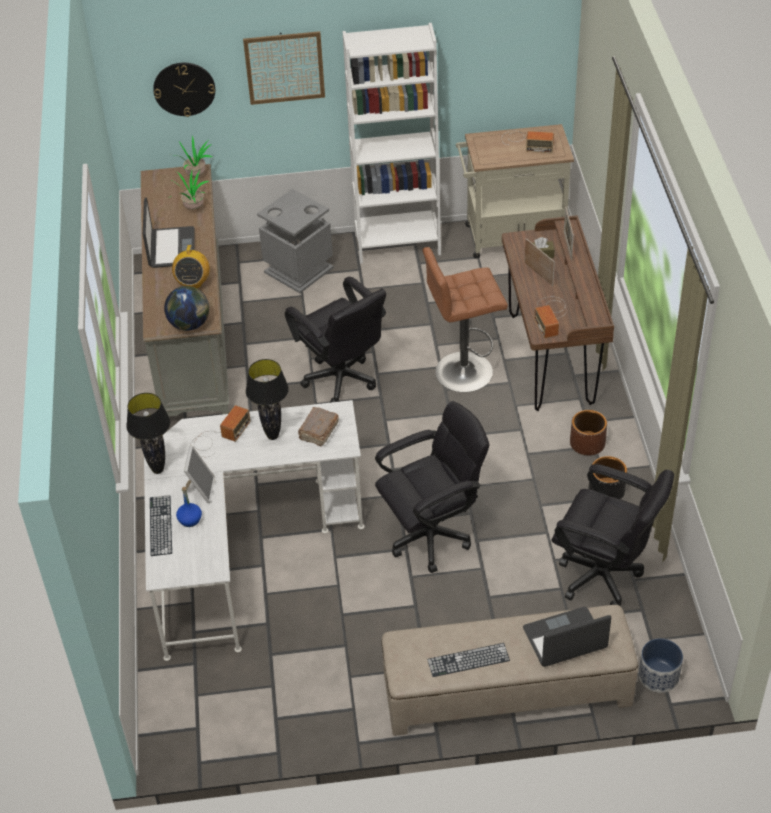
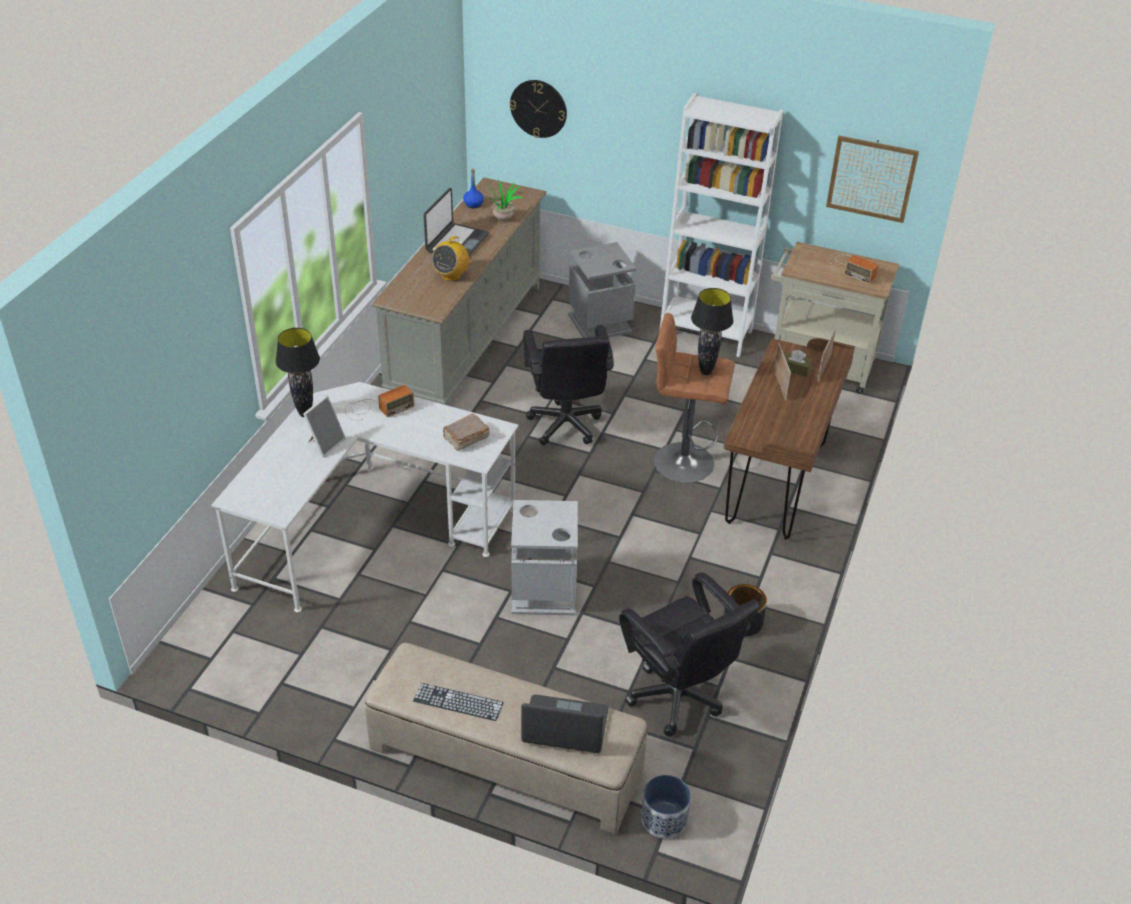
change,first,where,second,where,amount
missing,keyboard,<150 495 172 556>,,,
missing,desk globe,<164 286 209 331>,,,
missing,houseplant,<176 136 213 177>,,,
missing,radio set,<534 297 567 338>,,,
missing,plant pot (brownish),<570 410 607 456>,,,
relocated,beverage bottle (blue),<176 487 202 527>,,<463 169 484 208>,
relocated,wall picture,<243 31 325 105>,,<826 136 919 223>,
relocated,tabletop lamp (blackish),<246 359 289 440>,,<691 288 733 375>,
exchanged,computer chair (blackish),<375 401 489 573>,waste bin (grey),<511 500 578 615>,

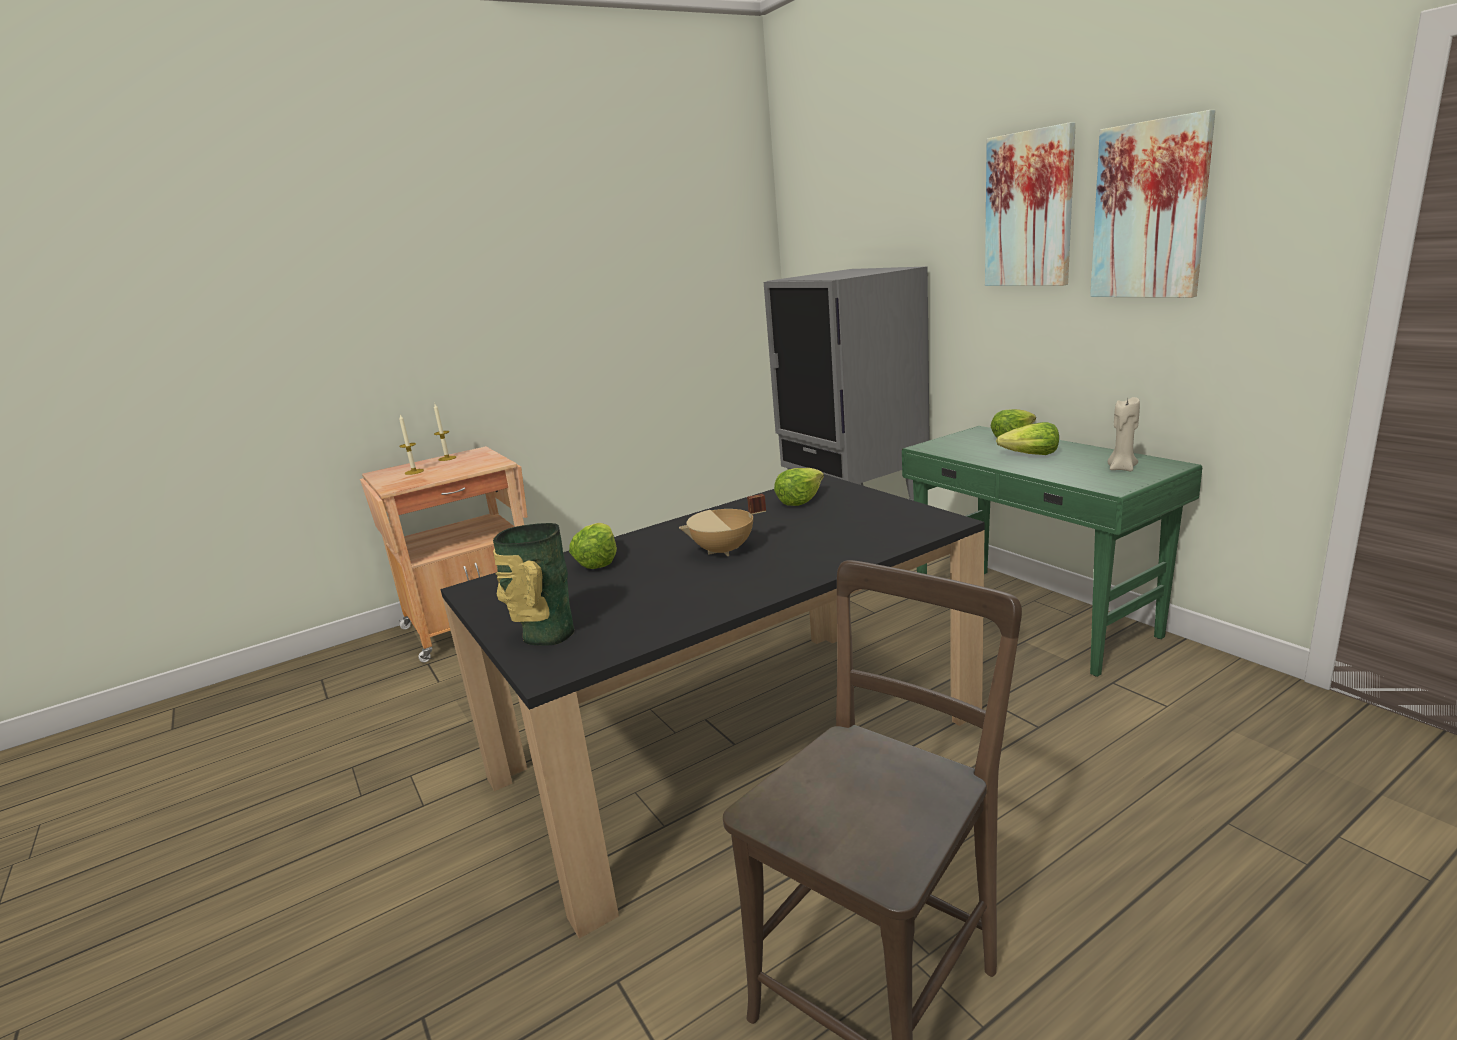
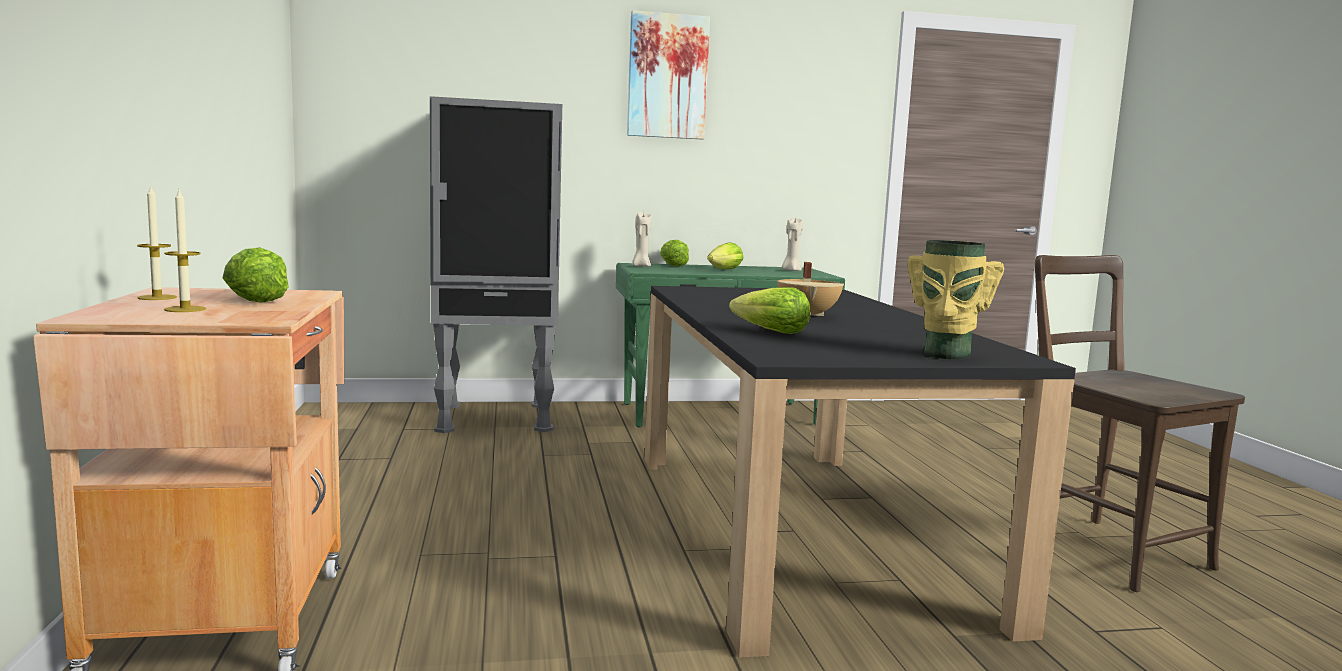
change,first,where,second,where,amount
missing,wall picture,<1090 110 1216 298>,,,
appeared,,,wax light (beige-coloured),<632 212 652 267>,
relocated,lettuce,<774 468 824 506>,,<223 247 289 303>,

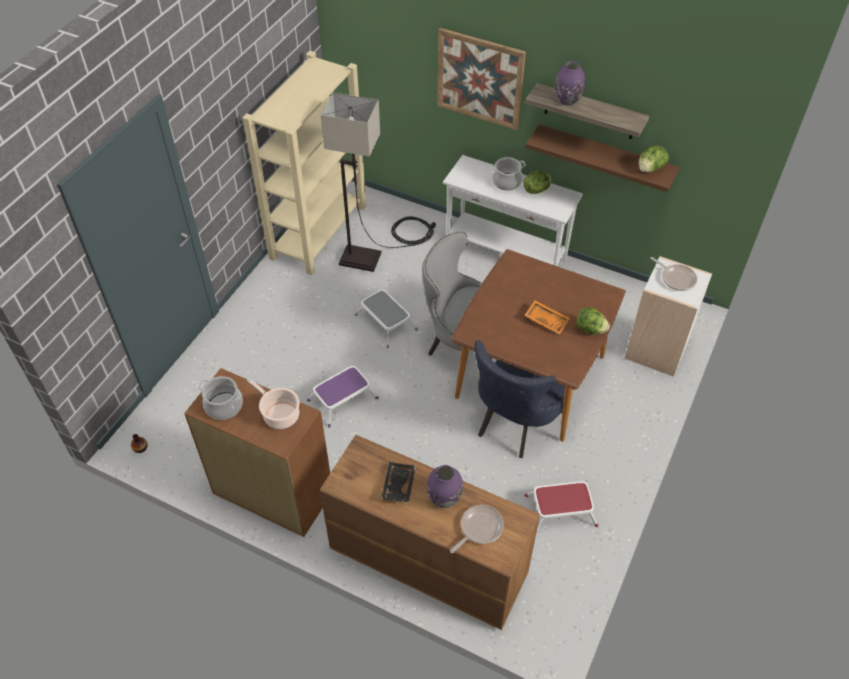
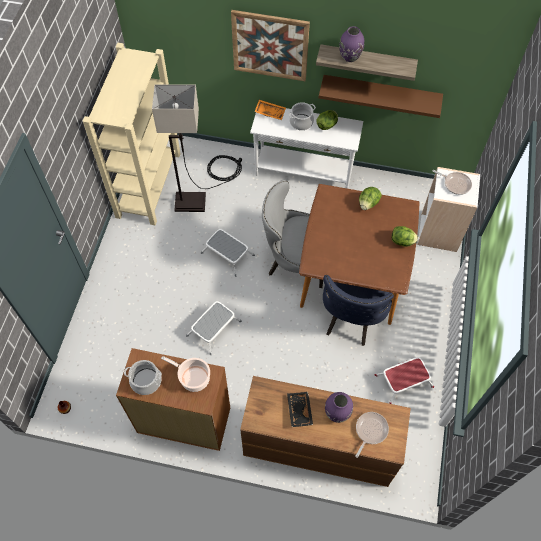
change,first,where,second,where,amount
relocated,serving tray (orangey),<524 300 570 334>,,<255 100 286 120>,
relocated,lettuce,<639 146 669 173>,,<359 187 382 210>,
colour,step stool (purple),<307 366 379 428>,step stool (grey),<186 301 242 355>,

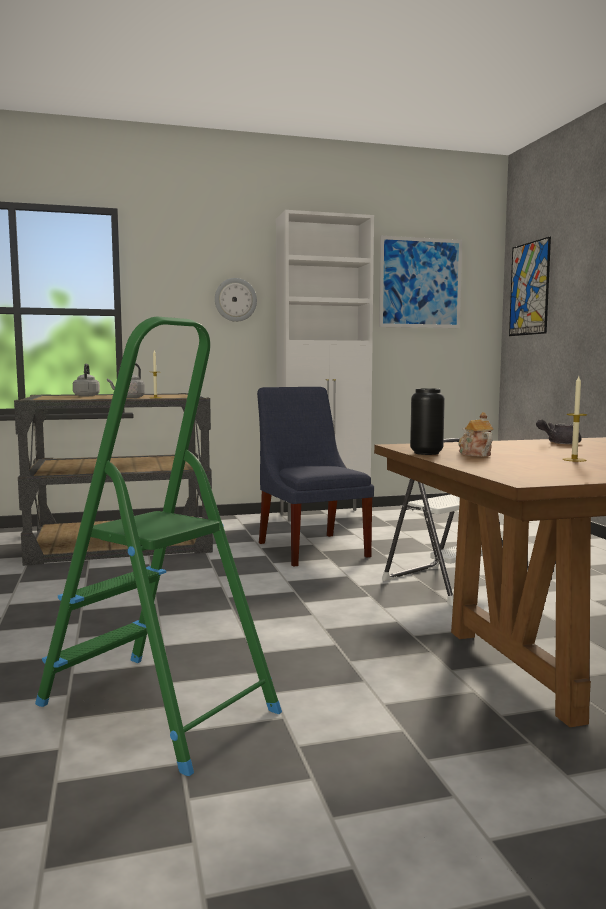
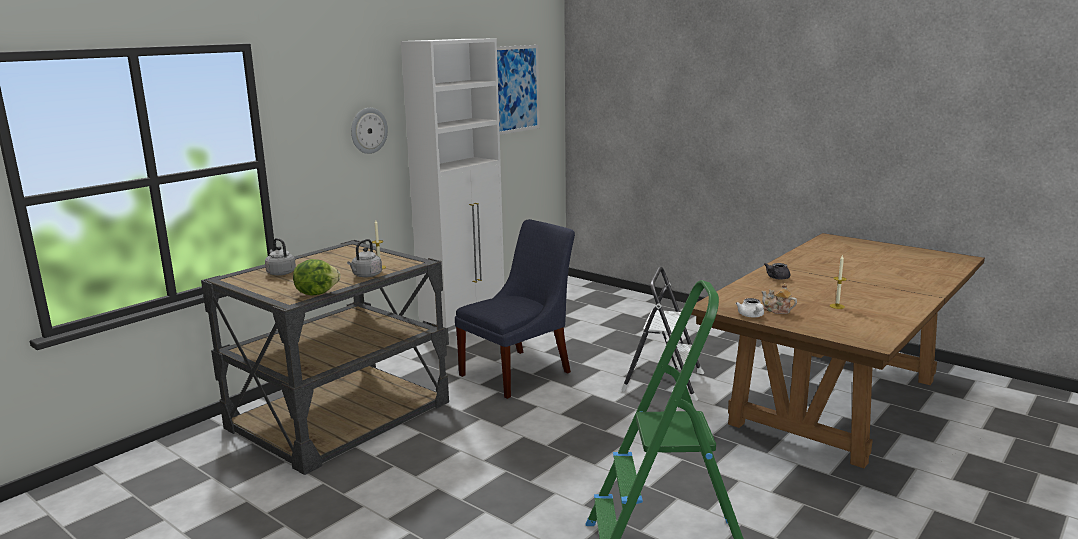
change,first,where,second,where,amount
missing,wall picture,<509 237 551 336>,,,
appeared,,,lettuce,<293 259 341 295>,
exchanged,decorative vase (blackish),<410 388 445 455>,pot for tea (white-coloured),<736 298 764 317>,
spun,chair (blue),<257 387 374 567>,,<455 219 575 399>,105 degrees clockwise

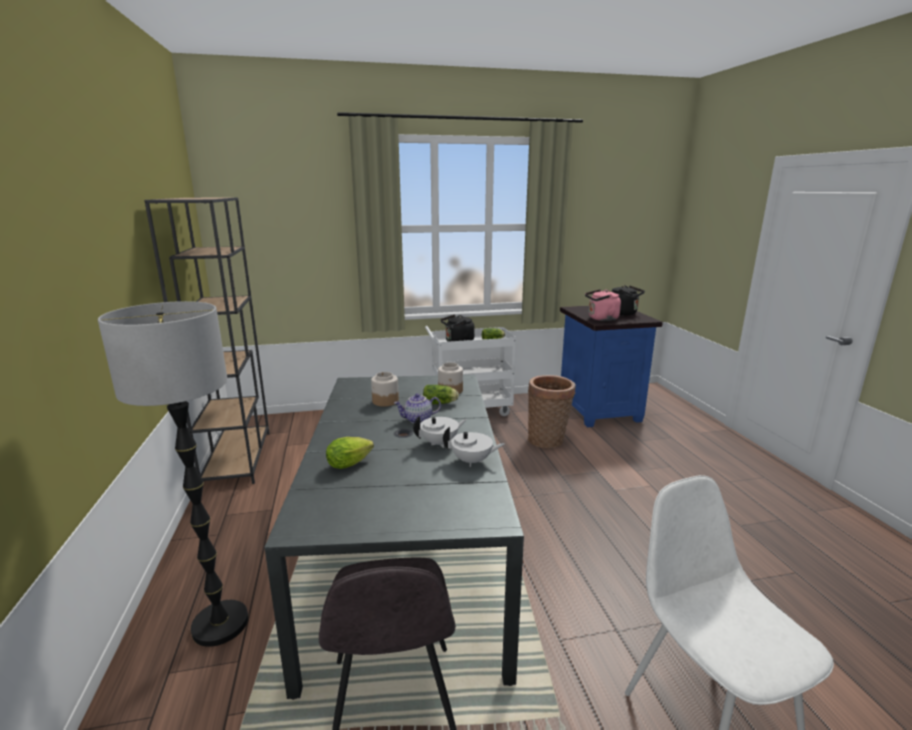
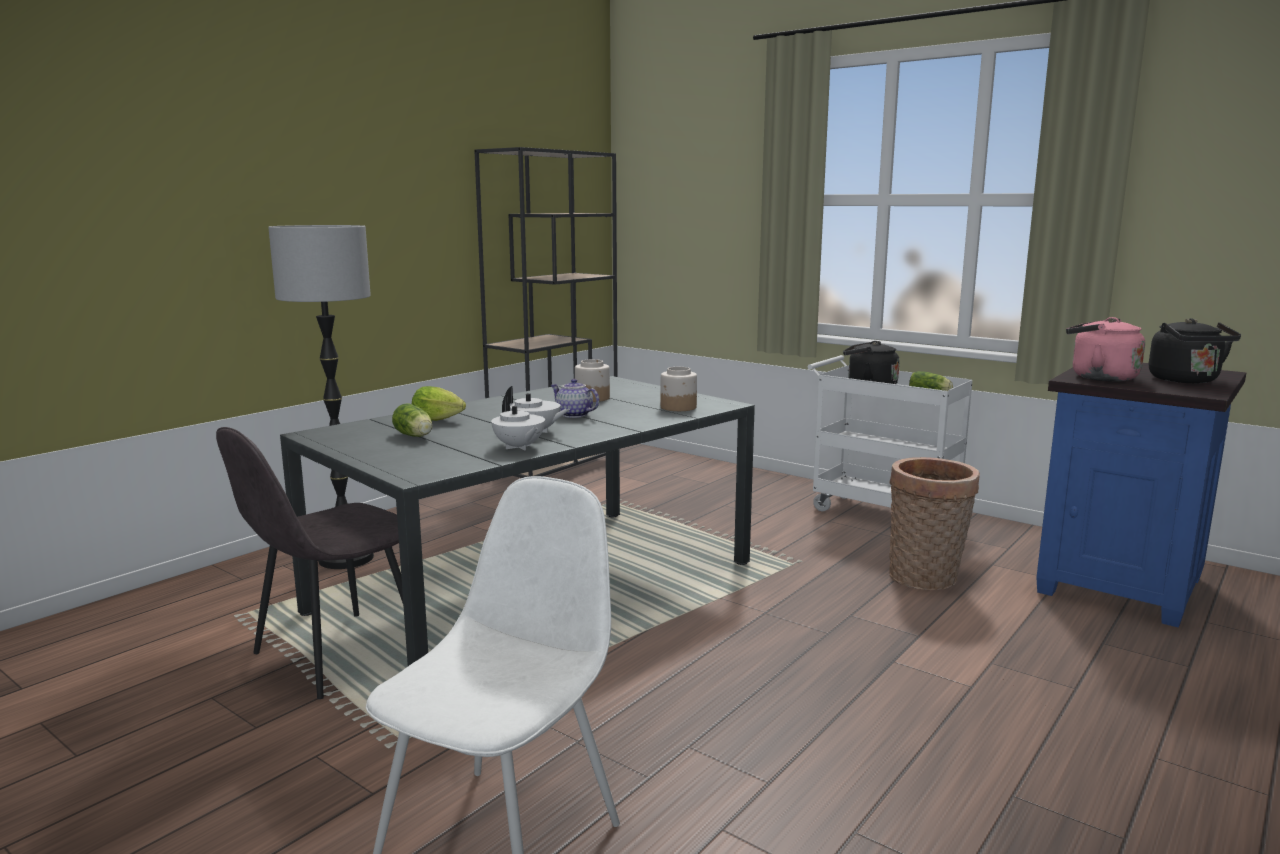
change,first,where,second,where,amount
relocated,lettuce,<423 385 459 404>,,<392 403 432 437>,

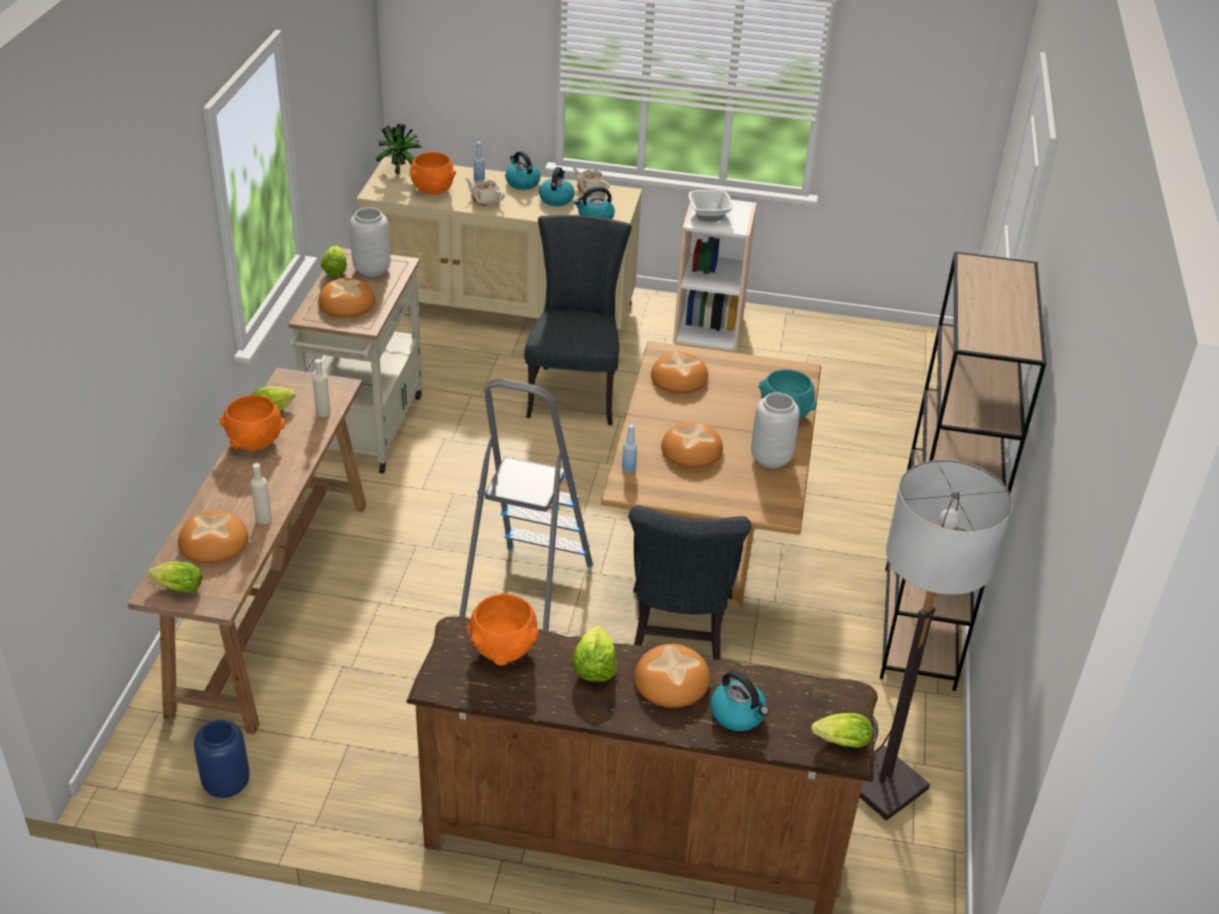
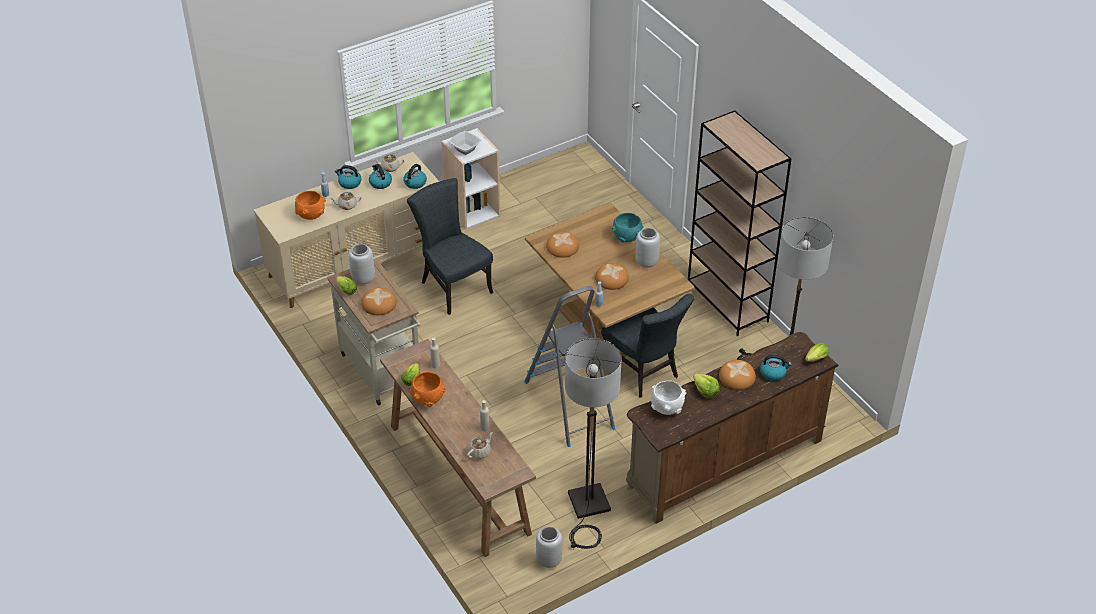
change,first,where,second,where,amount
missing,lettuce,<148 562 202 593>,,,
missing,houseplant,<375 124 422 174>,,,
appeared,,,standing lamp,<565 338 622 549>,
exchanged,bread,<178 511 249 563>,pot for tea (beige-coloured),<467 432 493 459>,
colour,decorative vase (blue),<194 720 250 798>,decorative vase (grey),<536 526 562 568>,
colour,deep dish (orangey),<468 593 539 665>,deep dish (white-coloured),<651 381 687 415>,

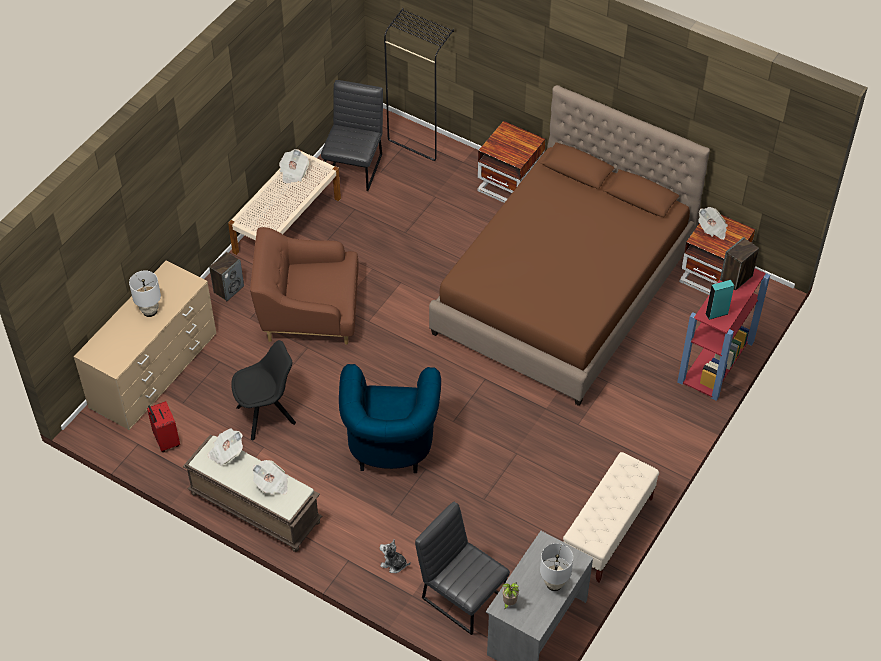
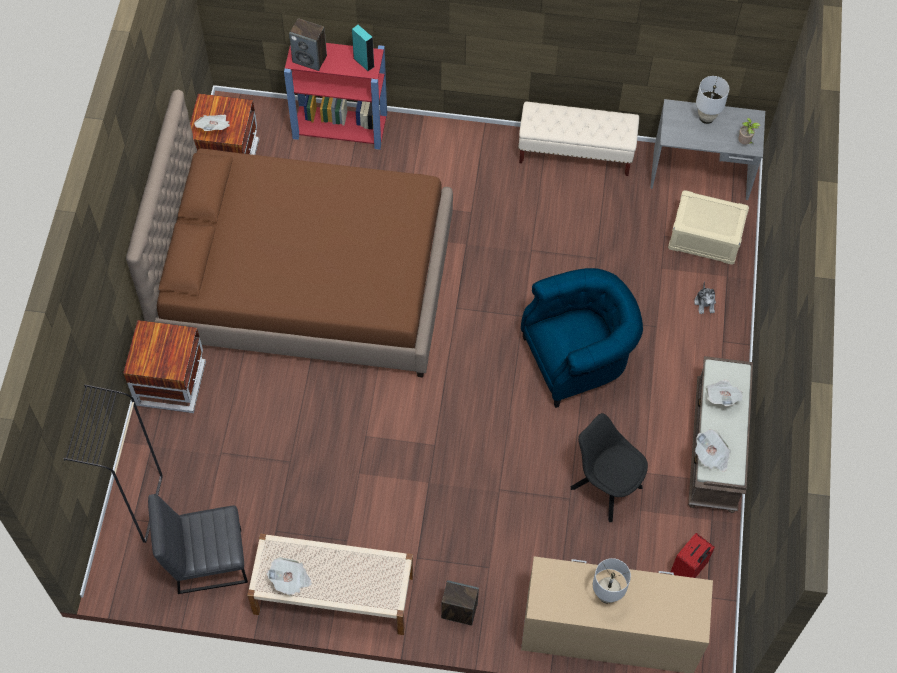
change,first,where,second,where,amount
missing,easy chair (brownish),<250 227 359 345>,,,
exchanged,chair (grey),<415 502 510 635>,storage box (beige-coloured),<668 190 749 265>,

